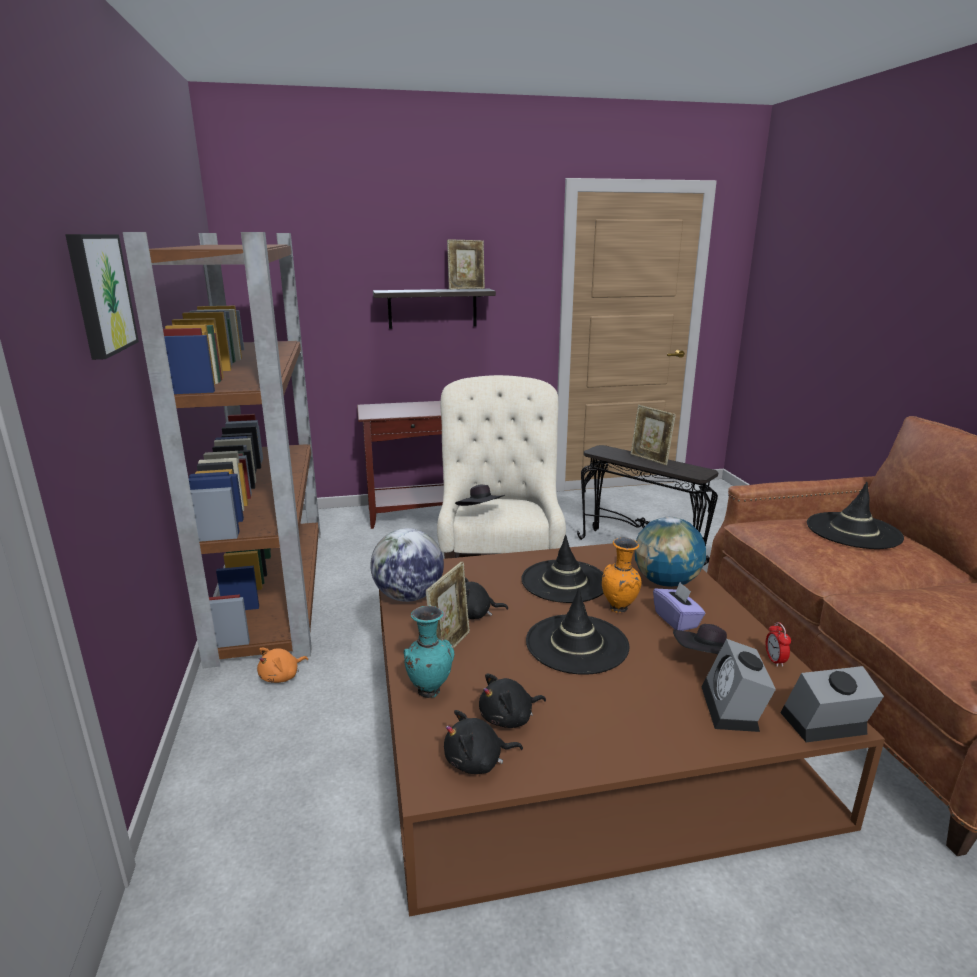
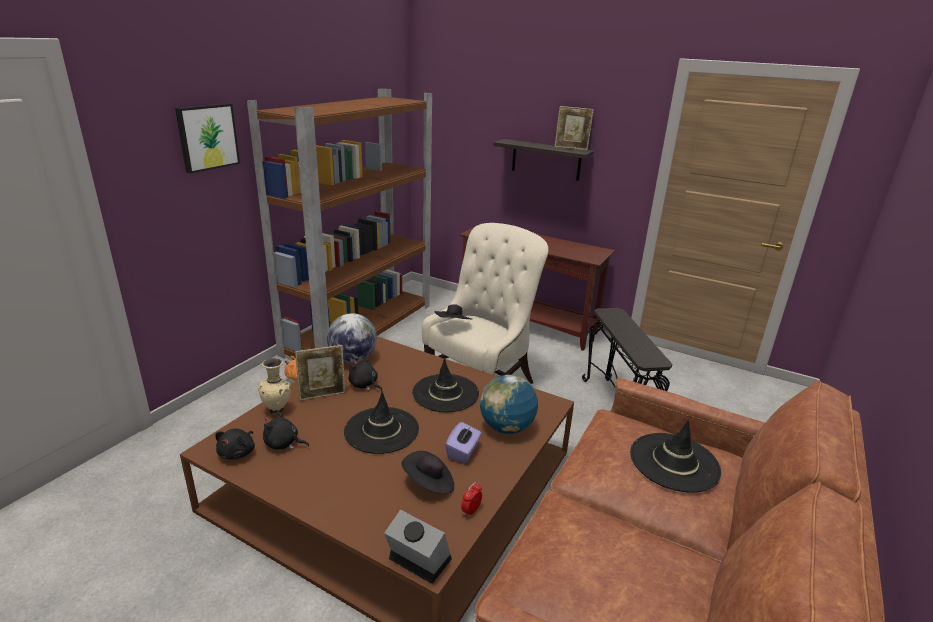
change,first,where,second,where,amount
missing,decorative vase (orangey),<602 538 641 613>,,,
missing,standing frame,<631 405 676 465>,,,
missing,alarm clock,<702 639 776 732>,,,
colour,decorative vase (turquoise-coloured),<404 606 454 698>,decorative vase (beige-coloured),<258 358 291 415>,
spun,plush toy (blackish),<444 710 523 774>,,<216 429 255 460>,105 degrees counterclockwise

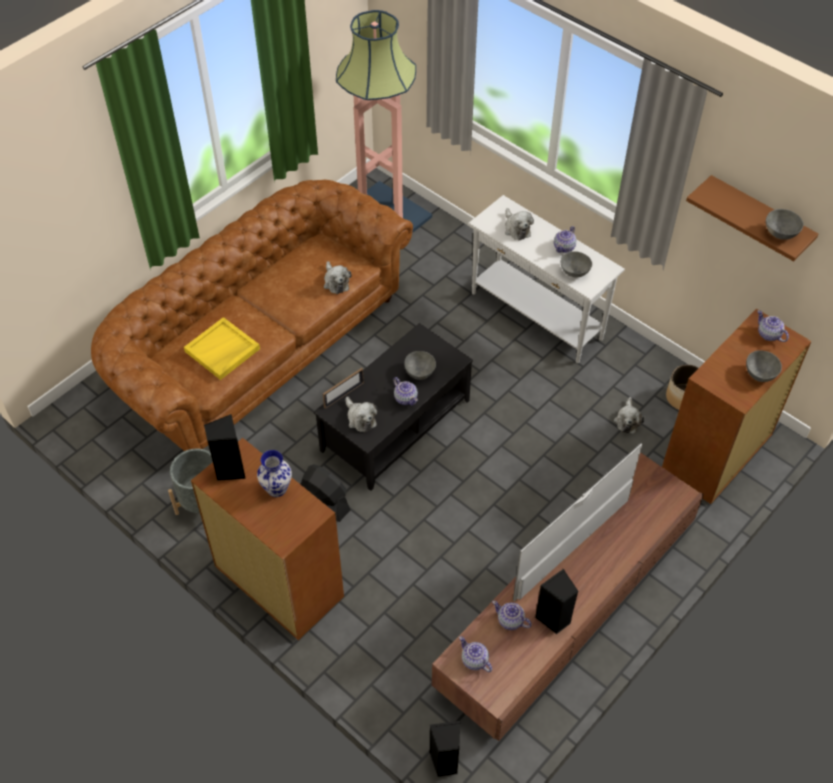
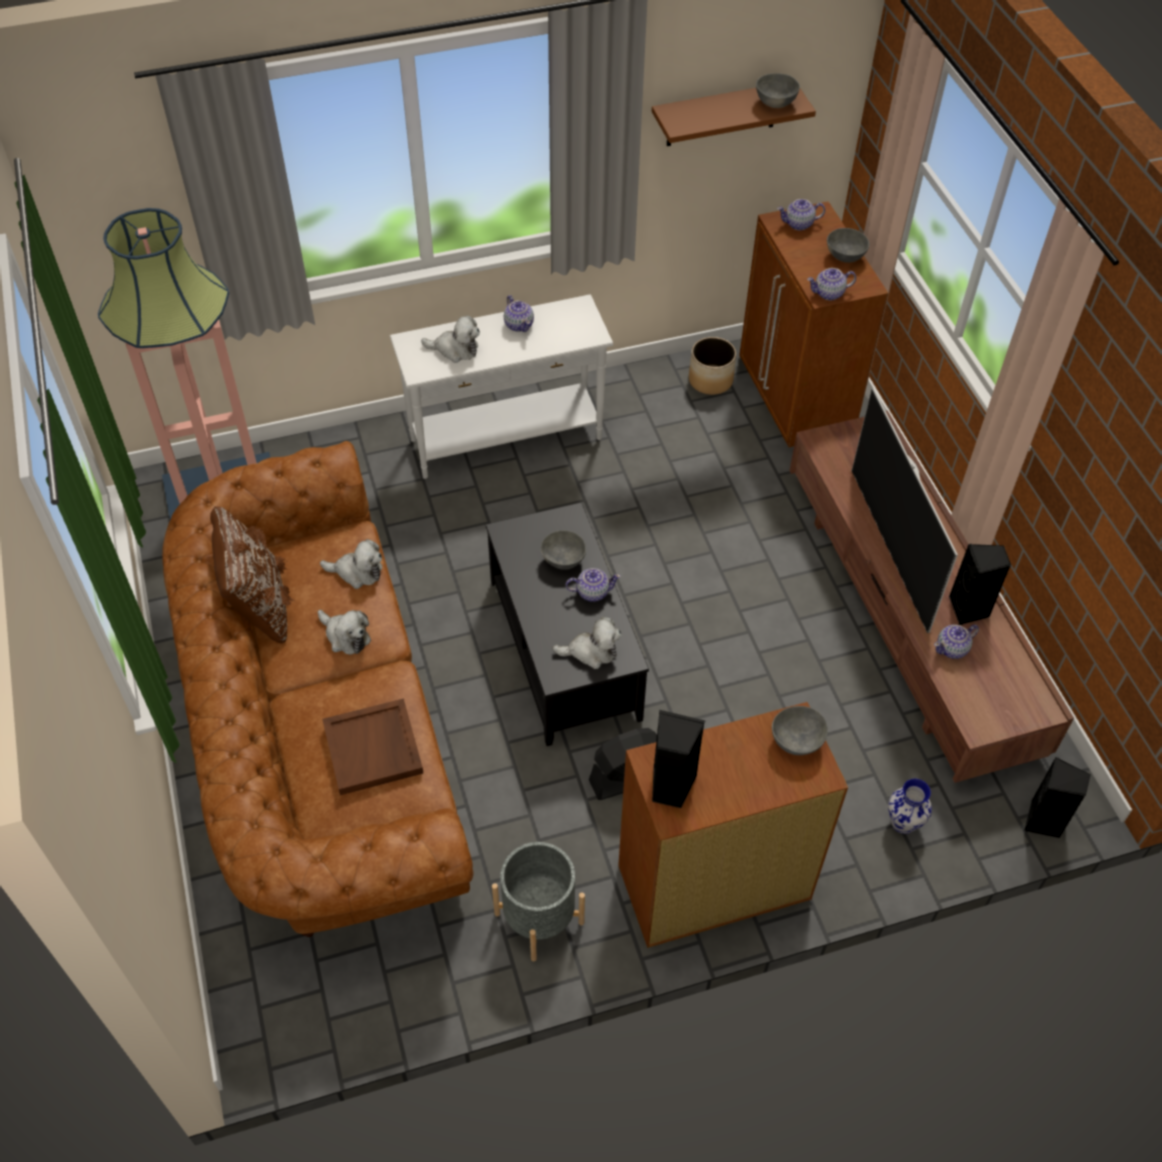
change,first,where,second,where,amount
missing,standing frame,<323 368 364 409>,,,
appeared,,,cushion (brownish),<210 506 294 643>,
relocated,decorative vase,<257 450 292 497>,,<888 779 932 834>,
relocated,pot for tea,<459 636 492 672>,,<807 268 856 300>,
relocated,deep dish (grey),<561 251 592 278>,,<772 706 828 755>,
relocated,plush toy,<614 397 645 434>,,<318 610 371 655>,
colour,serving tray (yellow-coloured),<184 317 260 380>,serving tray (brownish),<322 698 423 795>,

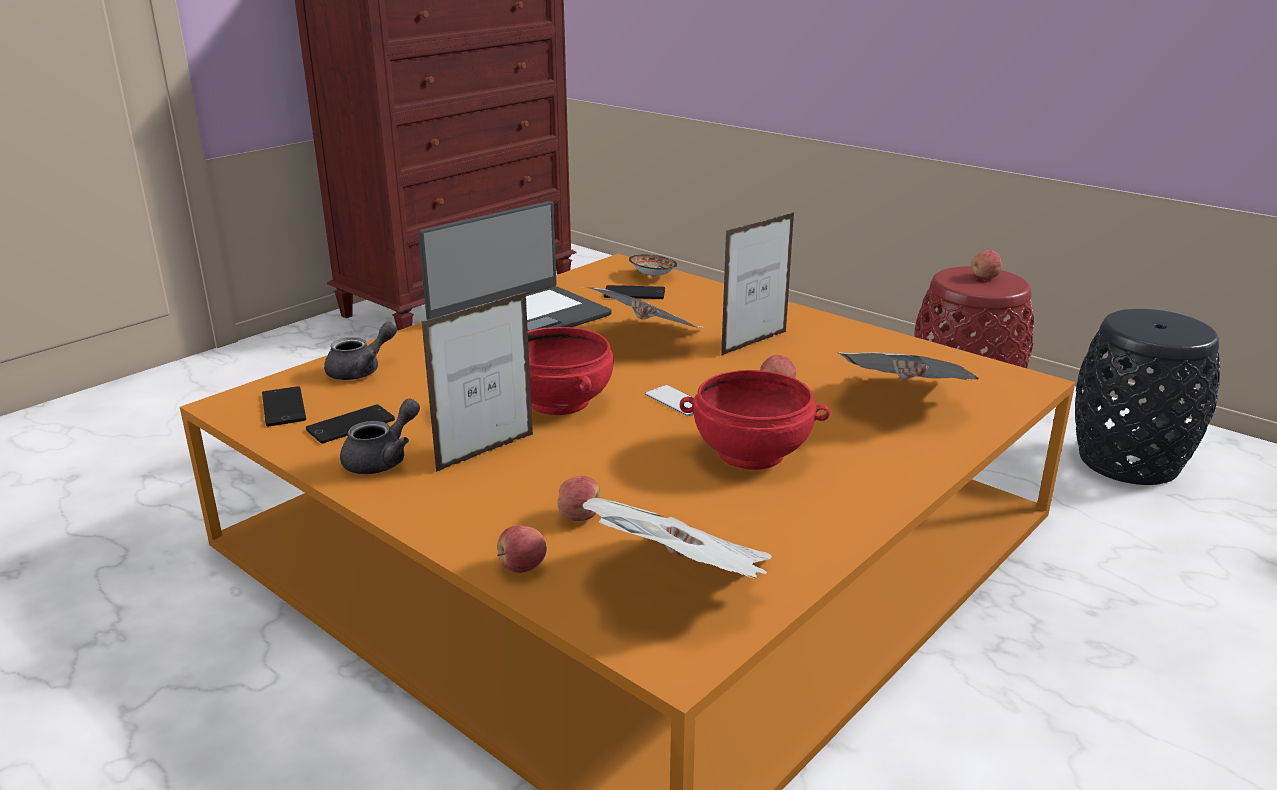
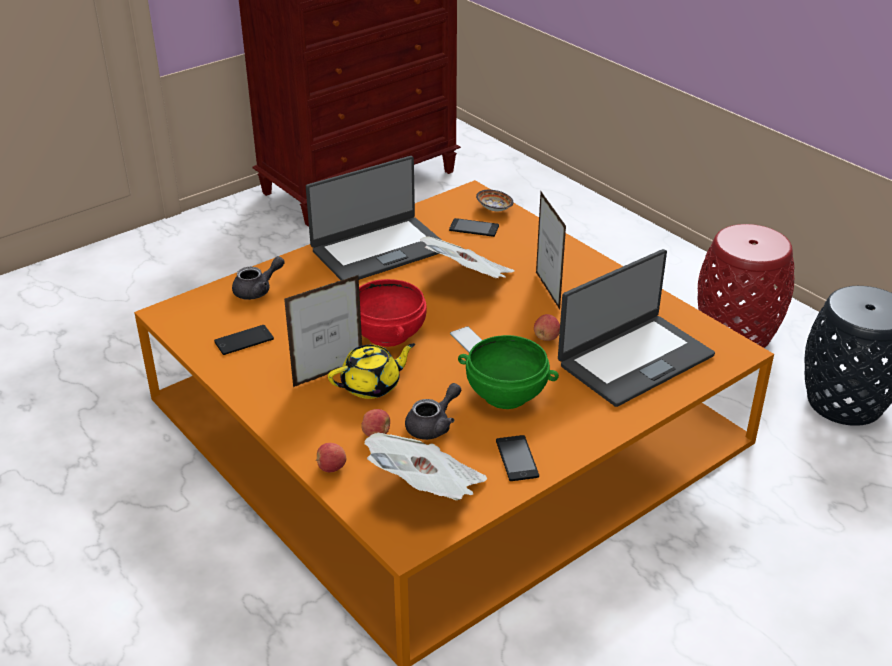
change,first,where,second,where,amount
missing,whole apple,<972 250 1002 279>,,,
appeared,,,pot for tea (yellow-coloured),<328 343 415 399>,
relocated,telephone,<262 386 306 426>,,<496 435 539 481>,
relocated,pot for tea (grey),<340 399 420 474>,,<405 383 461 440>,
exchanged,newspaper,<836 352 979 380>,laptop,<558 249 715 407>,
colour,deep dish (red-coloured),<680 370 830 470>,deep dish (green),<458 335 559 409>,
spun,standing frame,<721 212 794 356>,,<536 190 566 310>,75 degrees counterclockwise

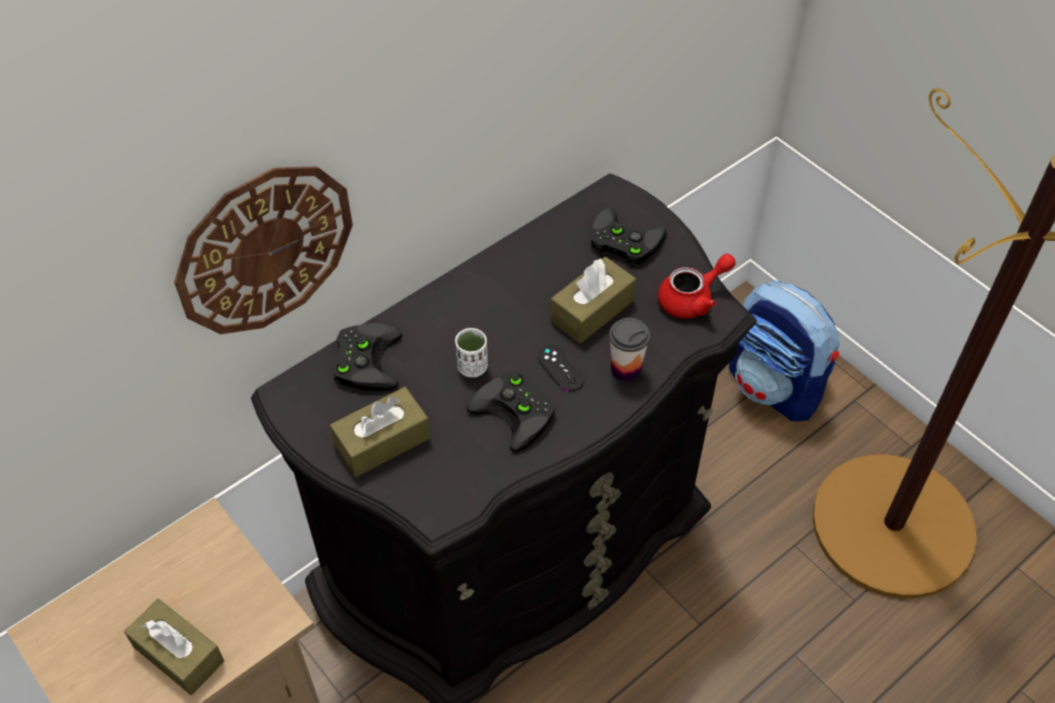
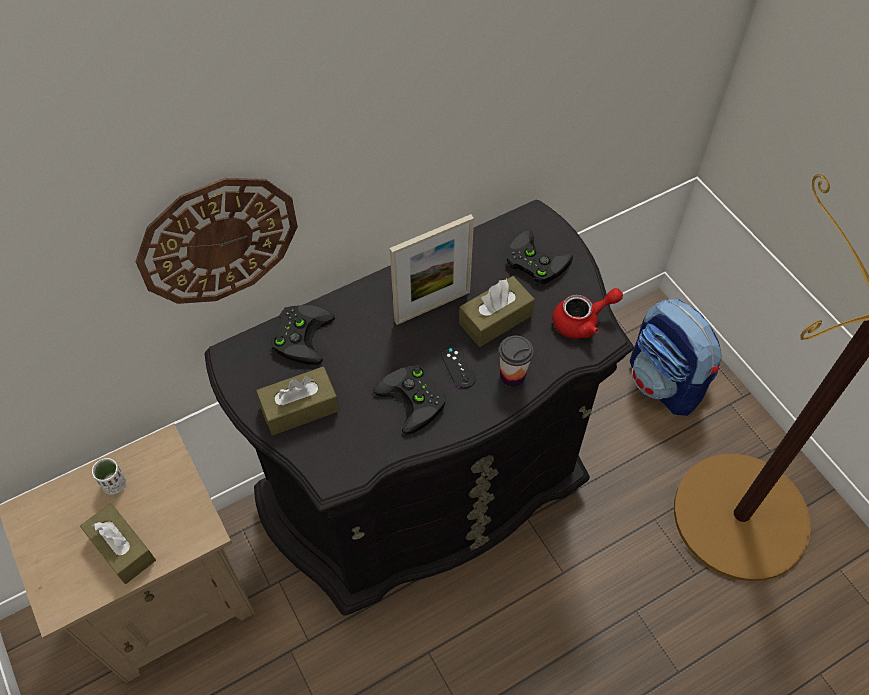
change,first,where,second,where,amount
appeared,,,standing frame,<390 214 474 325>,
relocated,drinking cup (white-coloured),<455 328 488 377>,,<92 458 126 494>,

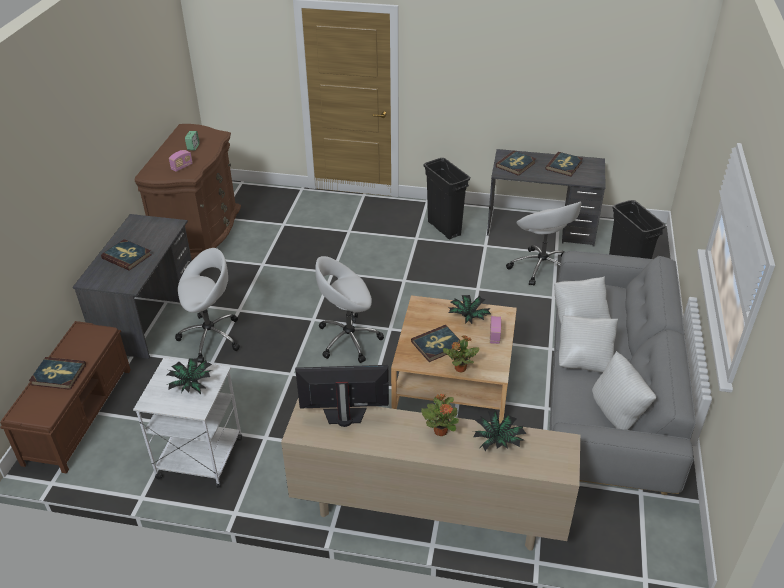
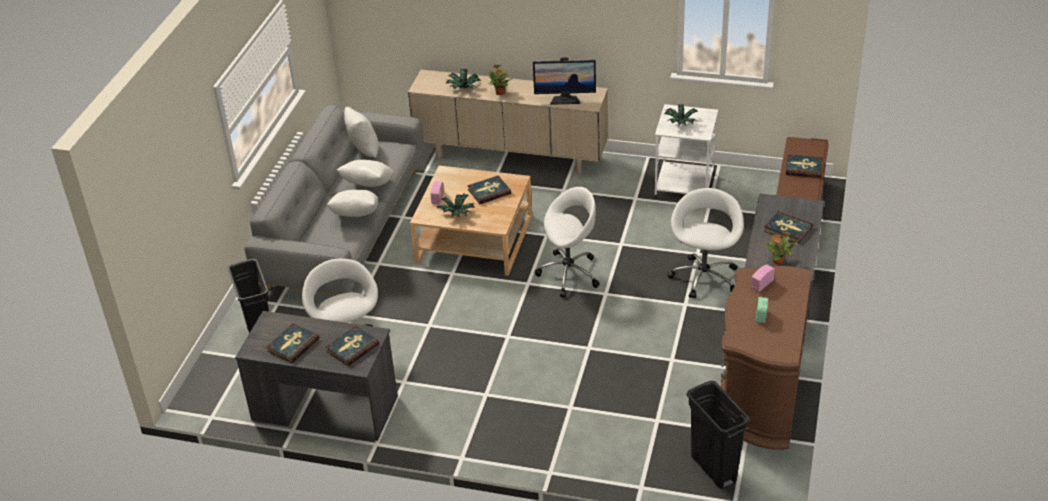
change,first,where,second,where,amount
relocated,waste bin (blackish),<424 158 470 239>,,<687 381 750 489>,
relocated,houseplant,<443 335 479 373>,,<763 231 798 265>,
spun,computer chair (white-coloured),<175 248 240 363>,,<667 188 744 298>,120 degrees clockwise

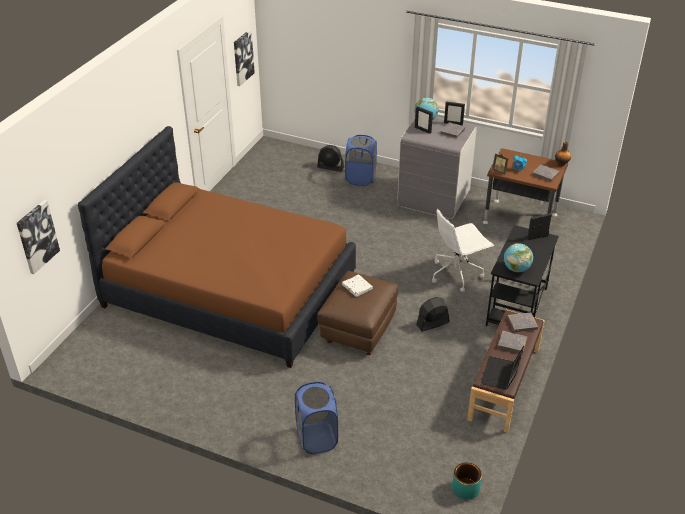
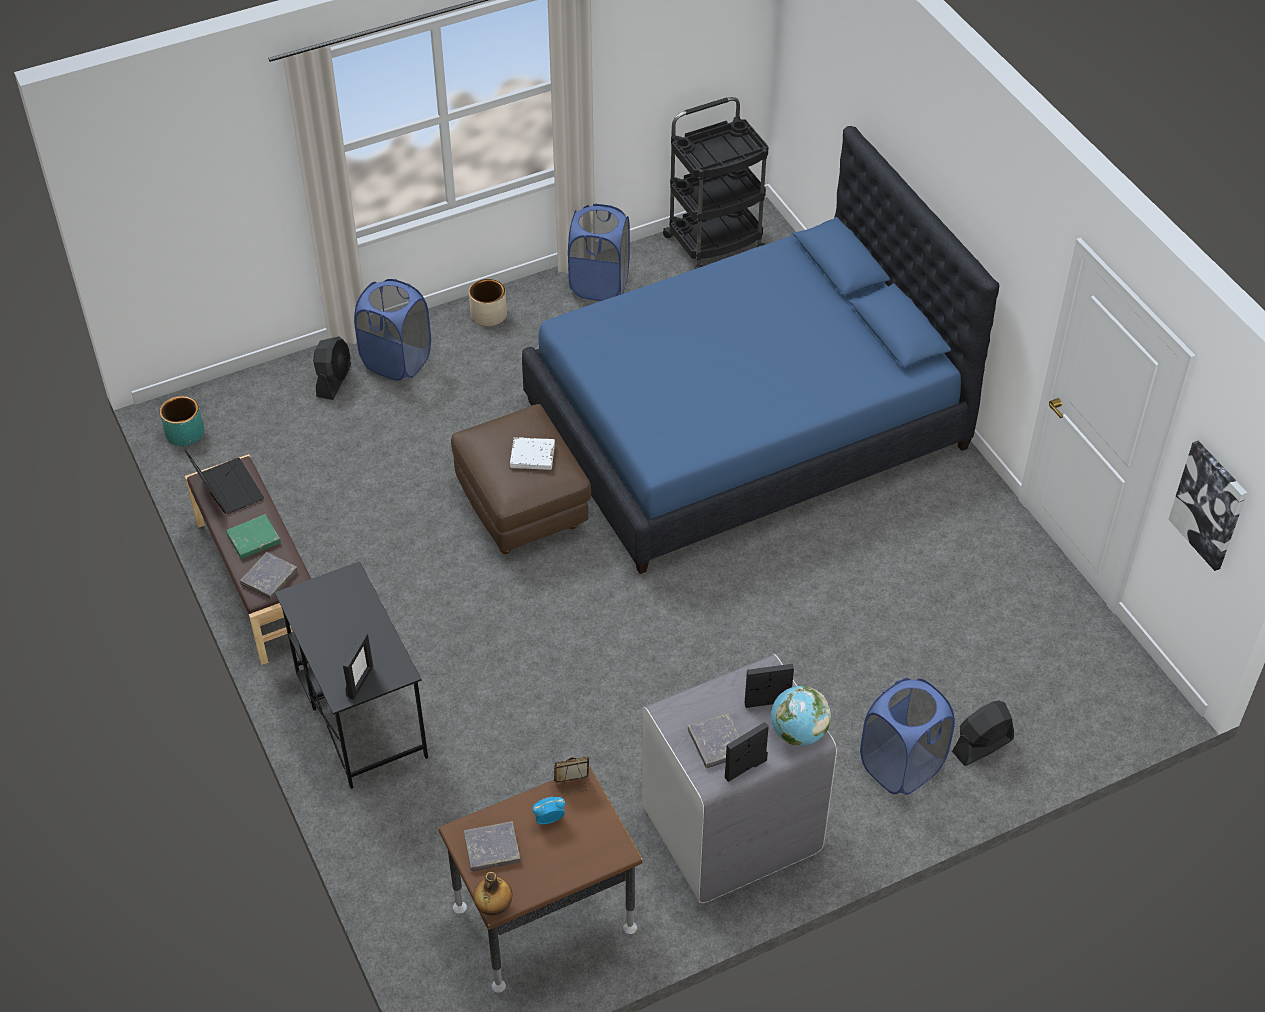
change,first,where,second,where,amount
missing,wall picture,<17 200 60 274>,,,
missing,computer chair (white-coloured),<432 209 494 292>,,,
missing,desk globe,<504 243 533 272>,,,
appeared,,,plant pot (beige-coloured),<469 279 507 326>,
appeared,,,laundry basket (blue),<568 204 630 301>,
appeared,,,cart (blackish),<663 97 769 269>,
relocated,fan (blackish),<416 297 450 331>,,<313 336 351 400>,
colour,sleeping bed (brownish),<78 126 356 368>,sleeping bed (blue),<522 126 999 574>,
colour,book (grey),<498 331 527 354>,book (green),<226 514 281 559>,

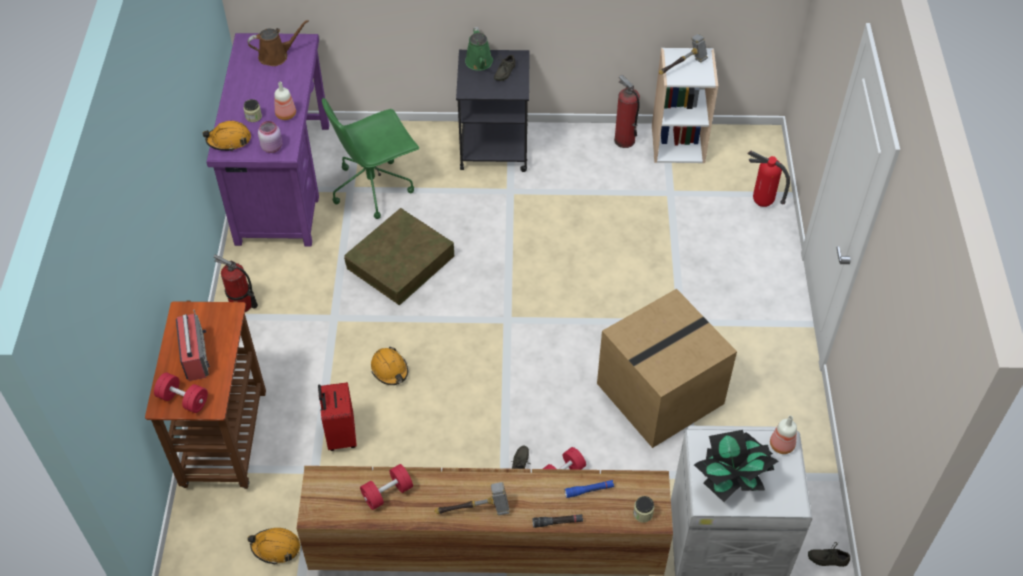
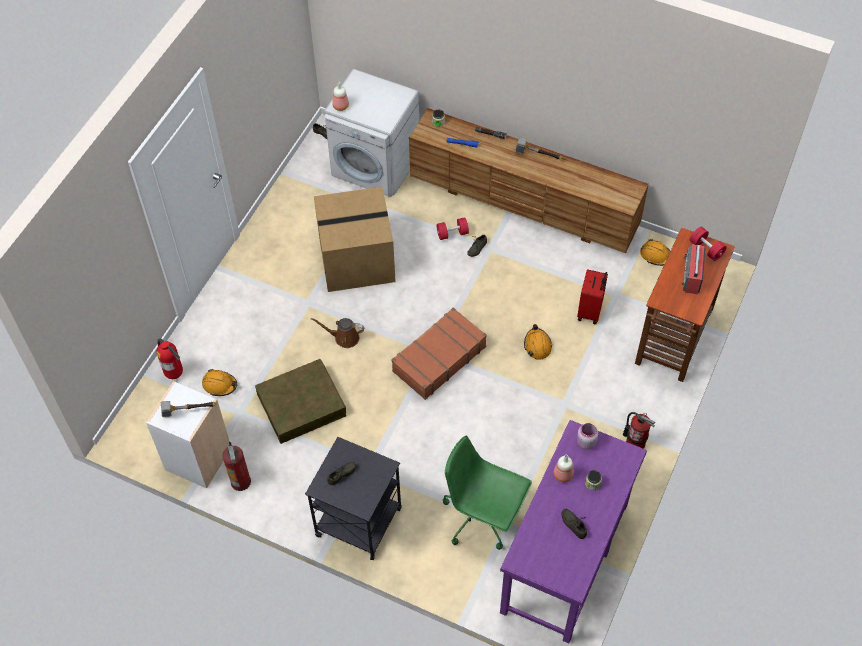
change,first,where,second,where,amount
missing,free weight (red-coloured),<360 464 413 510>,,,
missing,watering pot (green),<465 27 493 71>,,,
missing,houseplant,<694 430 778 502>,,,
appeared,,,suitcase (brownish),<392 308 487 400>,
appeared,,,shoe (grey),<561 509 587 539>,
relocated,work helmet (orangey),<203 121 251 151>,,<202 369 237 396>,
relocated,watering pot (brownish),<248 20 309 66>,,<311 318 364 348>,
relocated,storage box (brownish),<344 208 454 305>,,<255 359 346 444>,
spun,computer chair (green),<322 98 419 219>,,<443 436 532 550>,150 degrees counterclockwise

